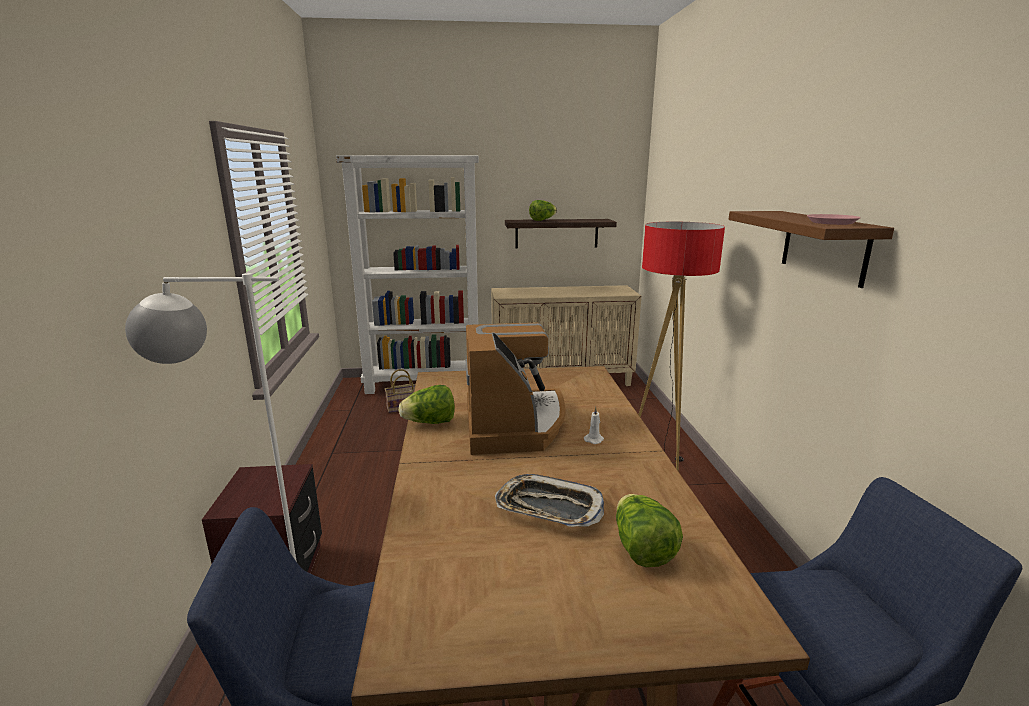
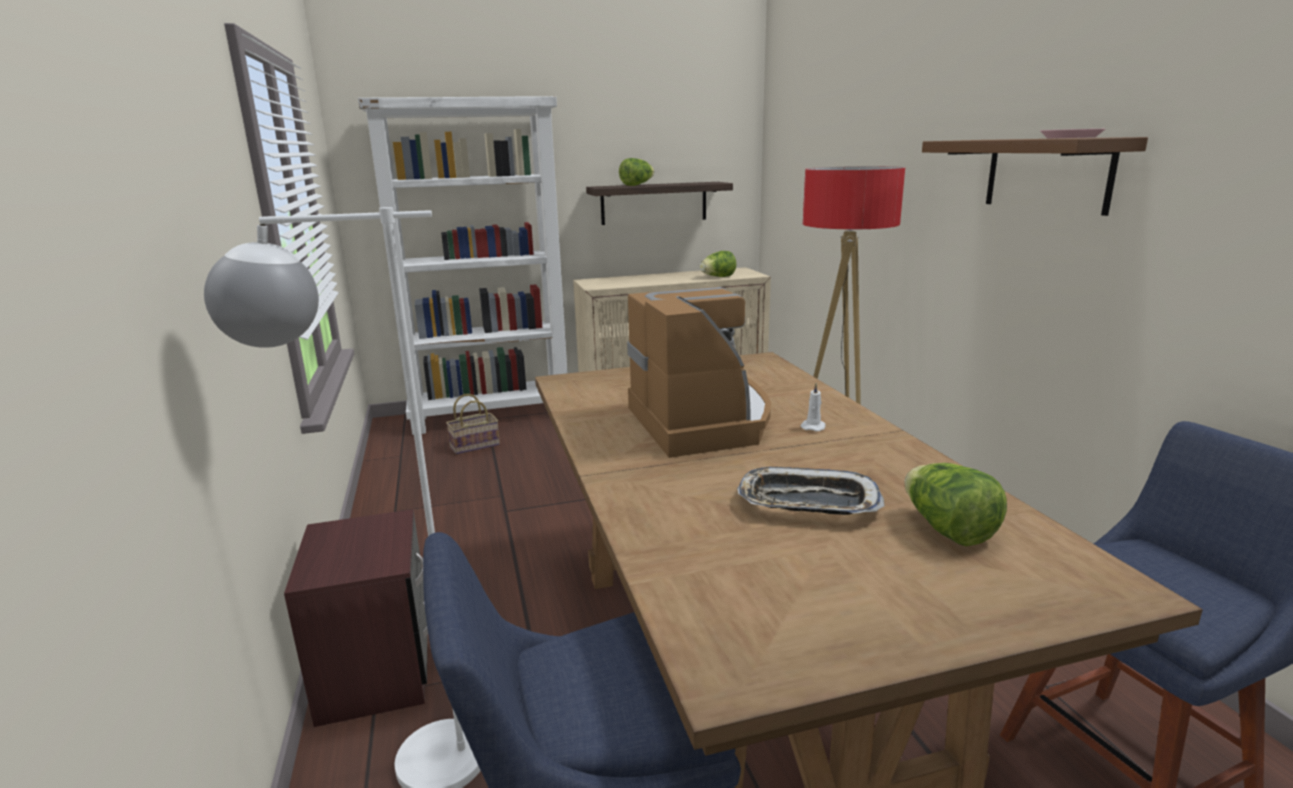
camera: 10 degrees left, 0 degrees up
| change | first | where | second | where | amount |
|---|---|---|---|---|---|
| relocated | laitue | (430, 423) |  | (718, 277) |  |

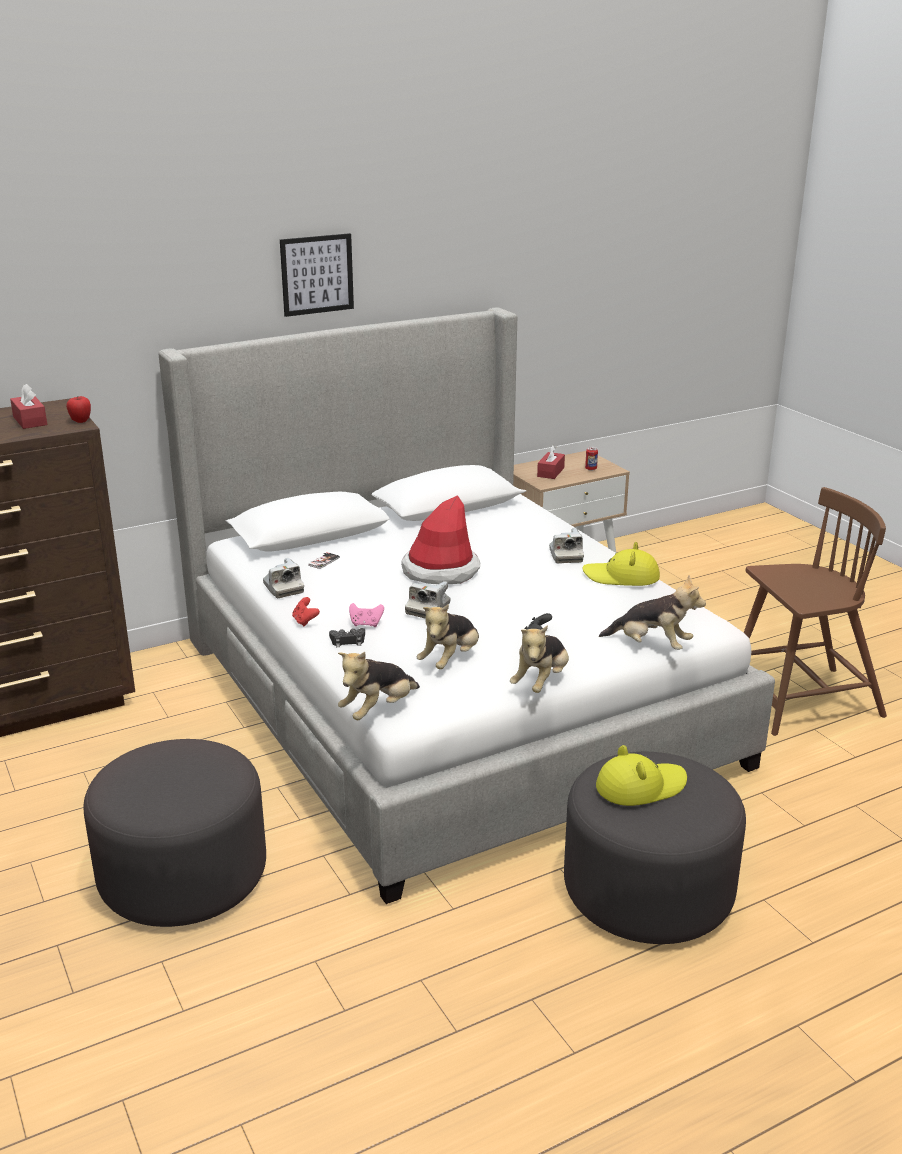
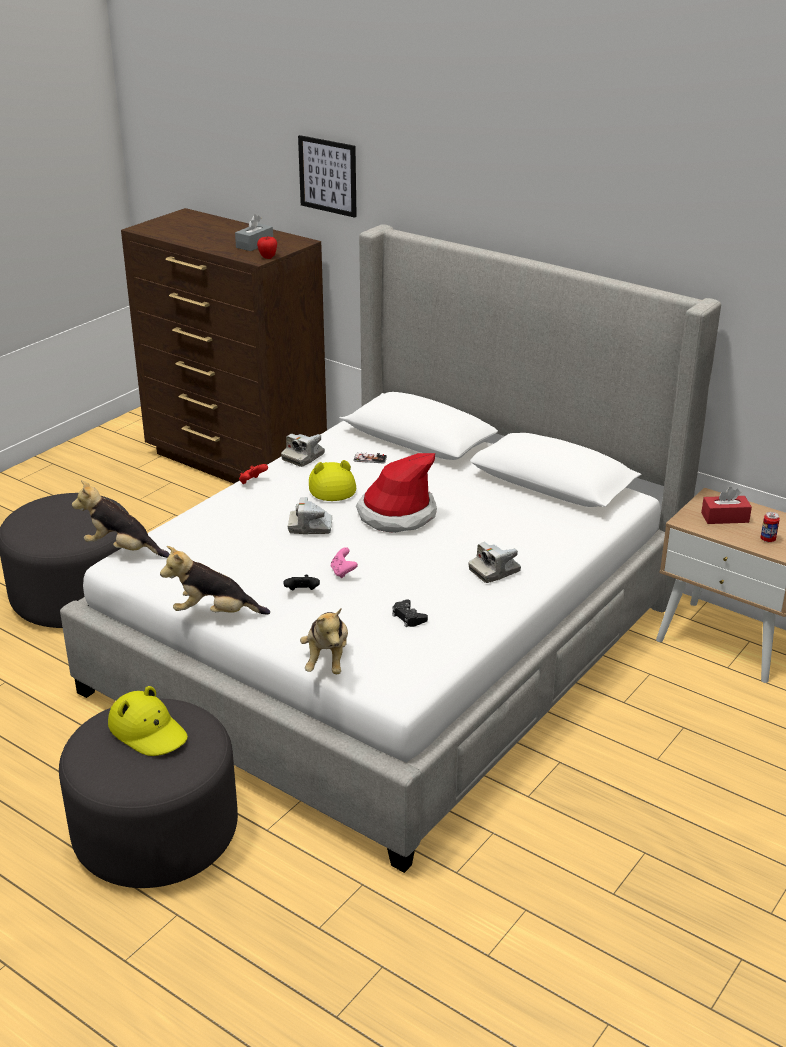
camera: 65 degrees right, 5 degrees up
| change | first | where | second | where | amount |
|---|---|---|---|---|---|
| relocated | tableau | (317, 274) |  | (328, 176) |  |
| colour | boîte à mouchoirs/rouge | (30, 421) | boîte à mouchoirs/gris | (254, 244) |  |
| missing | chaise/marron | (801, 701) |  |  |  |
| relocated | chapeau/jaune | (621, 577) |  | (331, 486) |  |
| relocated | manette/rose | (366, 624) |  | (343, 572) |  |
| missing | peluche | (450, 660) |  |  |  |
| relocated | manette/noir | (348, 641) |  | (408, 617) |  |

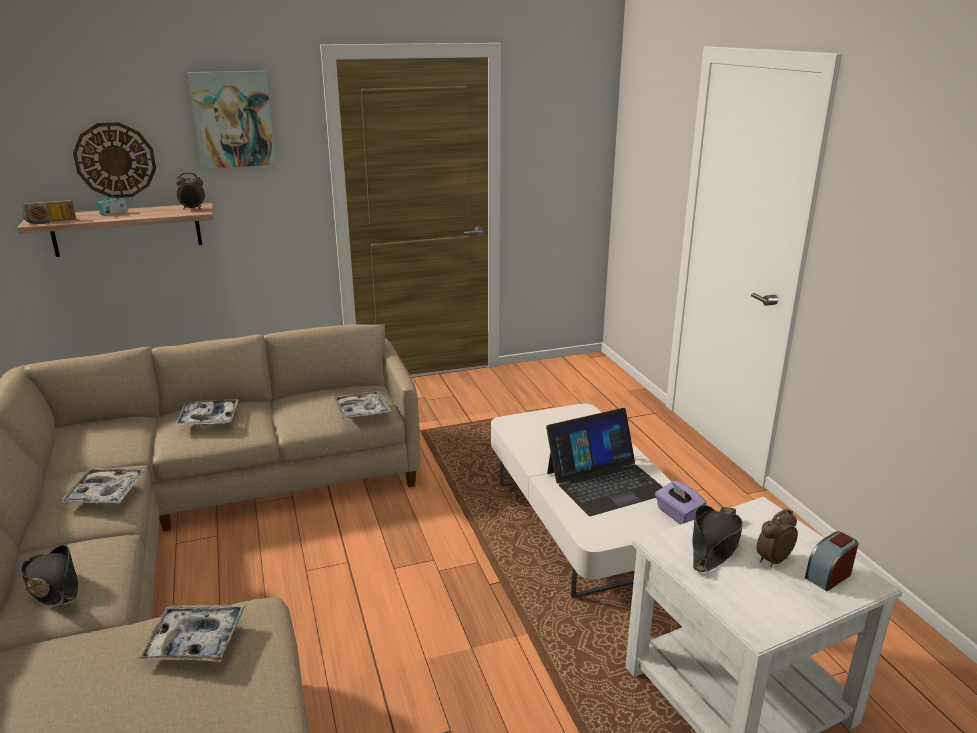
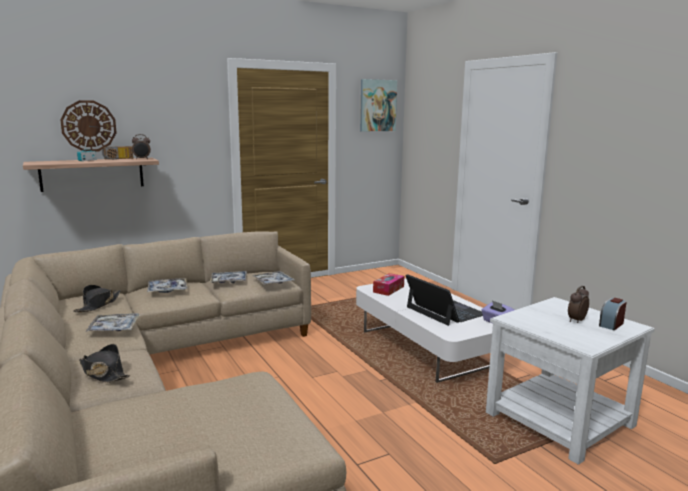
camera: 10 degrees left, 10 degrees down
| change | first | where | second | where | amount |
|---|---|---|---|---|---|
| relocated | tableau | (233, 119) |  | (377, 105) |  |
| relocated | radio | (50, 222) |  | (118, 159) |  |
| spun | ordinateur portable | (605, 482) |  | (445, 311) | 90 degrees counterclockwise |
| relocated | chapeau/noir | (714, 545) |  | (98, 305) |  |
| relocated | plateau | (195, 641) |  | (229, 281) |  |
| appeared |  |  | boîte à mouchoirs | (388, 289) |  |

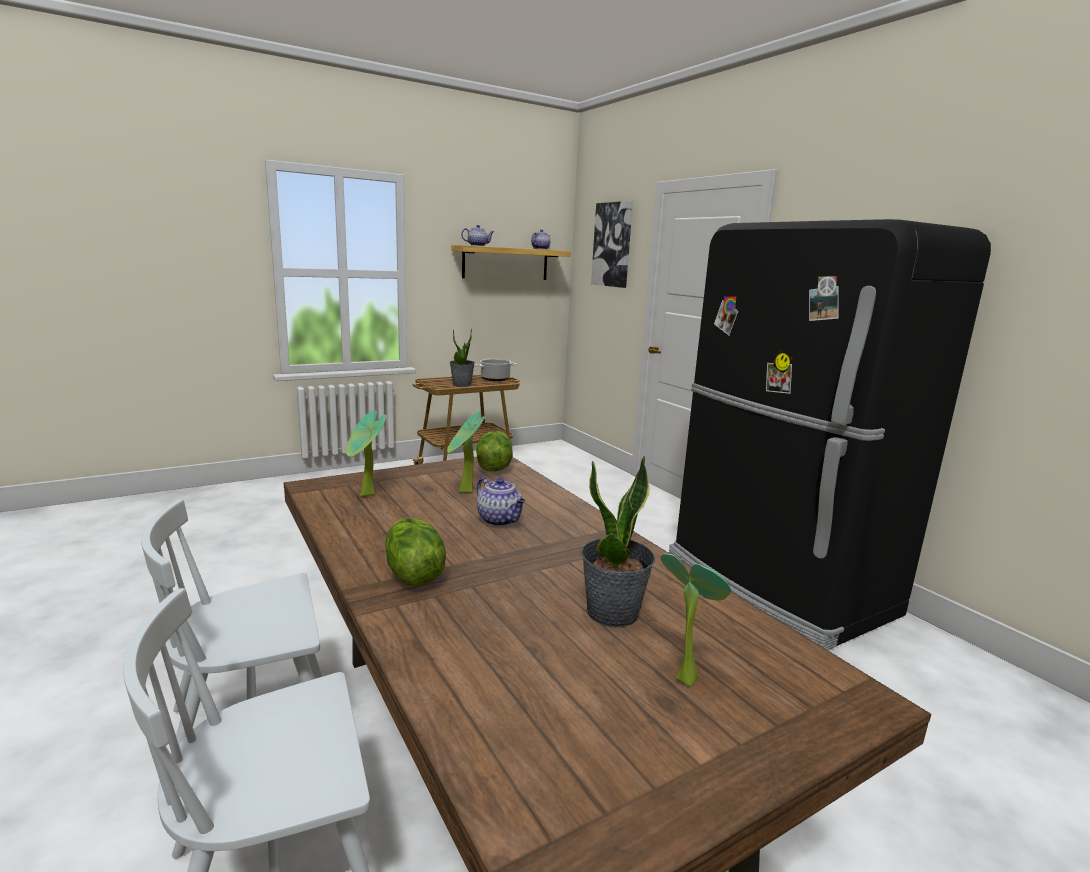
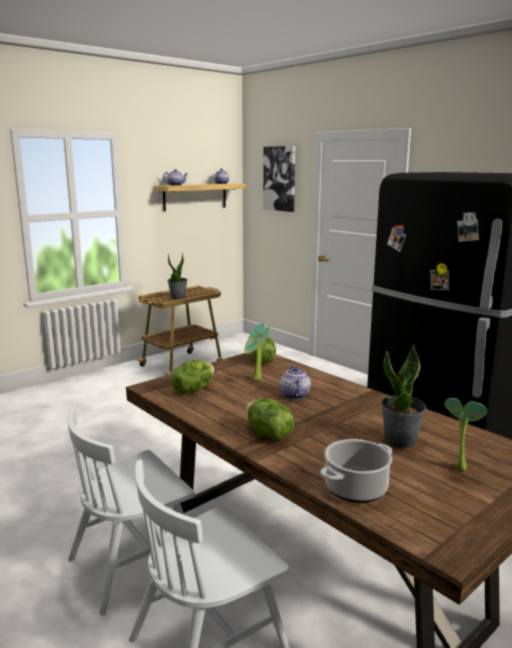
camera: 10 degrees left, 0 degrees up
| change | first | where | second | where | amount |
|---|---|---|---|---|---|
| relocated | marmite | (495, 379) |  | (355, 489) |  |
| exchanged | plante en pot | (366, 496) | laitue | (193, 389) |  |
| spun | théière | (500, 520) |  | (294, 395) | 135 degrees counterclockwise |

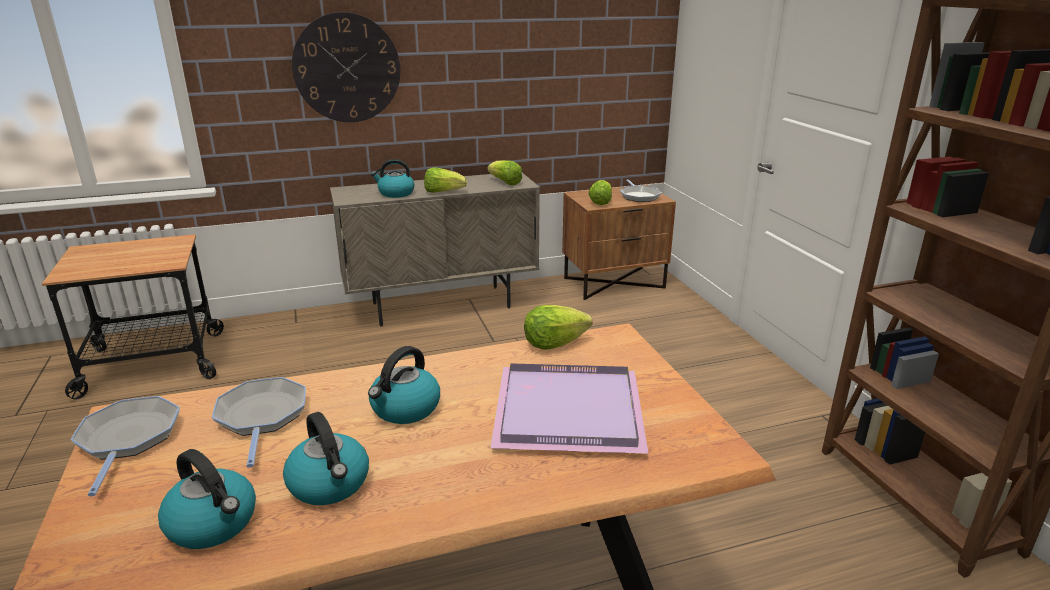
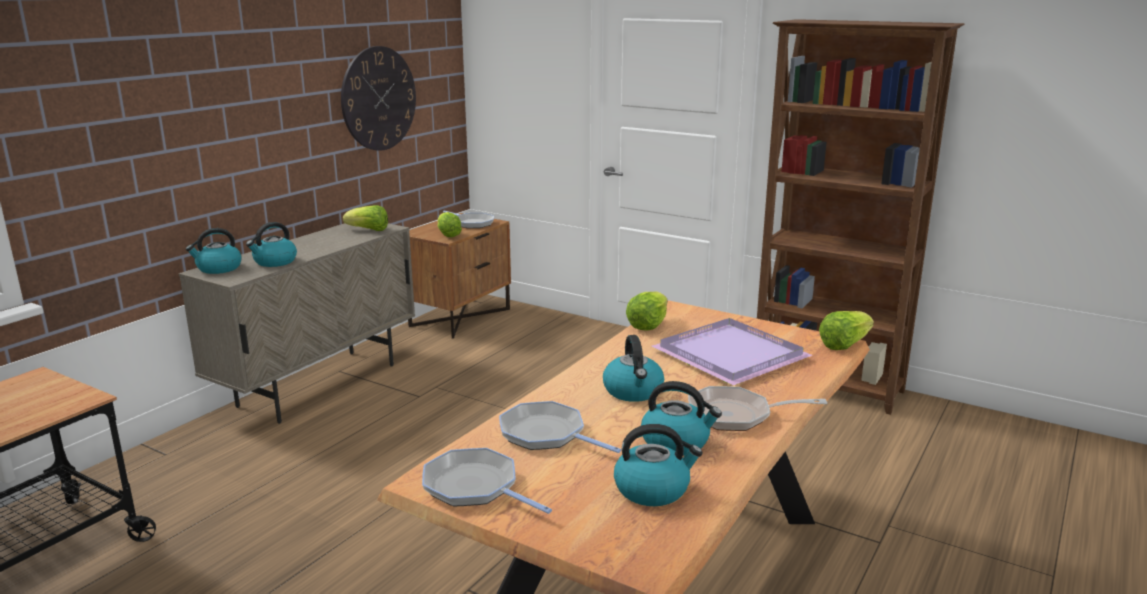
camera: 40 degrees left, 5 degrees down
| change | first | where | second | where | amount |
|---|---|---|---|---|---|
| relocated | horloge murale | (347, 68) |  | (378, 98) |  |
| relocated | laitue | (443, 192) |  | (844, 345) |  |
| appeared |  |  | bouilloire | (218, 268) |  |
| appeared |  |  | poêle | (736, 415) |  |

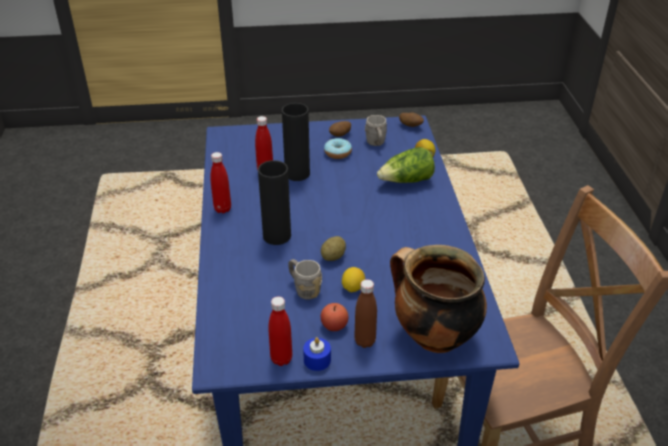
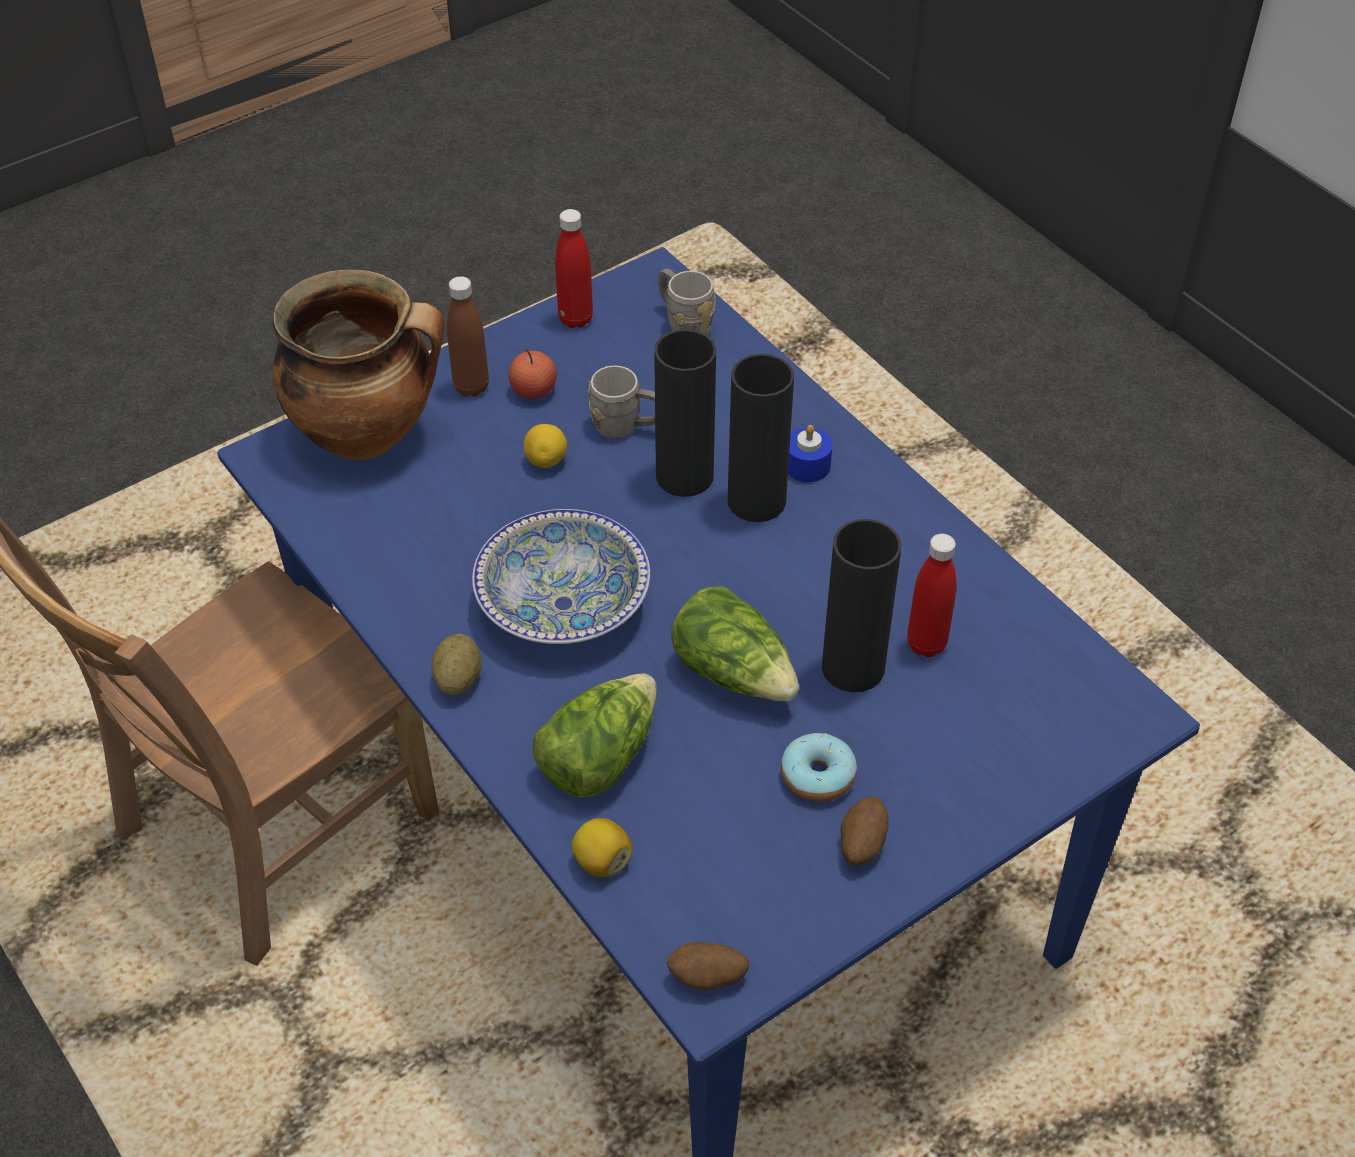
camera: 150 degrees right, 10 degrees up
| change | first | where | second | where | amount |
|---|---|---|---|---|---|
| relocated | mug/gris | (376, 144) |  | (683, 323) |  |
| missing | bouteille/rouge | (222, 209) |  |  |  |
| relocated | pomme de terre | (333, 257) |  | (458, 679) |  |
| relocated | bougie/bleu | (317, 360) |  | (807, 465) |  |
| appeared |  |  | vase/noir | (684, 476) |  |
| appeared |  |  | bol | (564, 605) |  |
| appeared |  |  | laitue | (734, 672) |  |

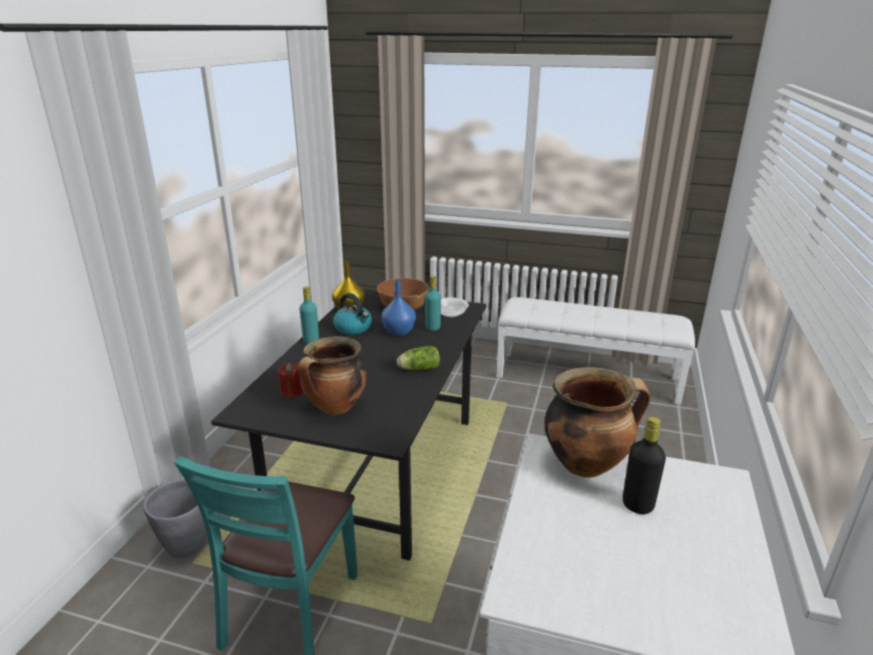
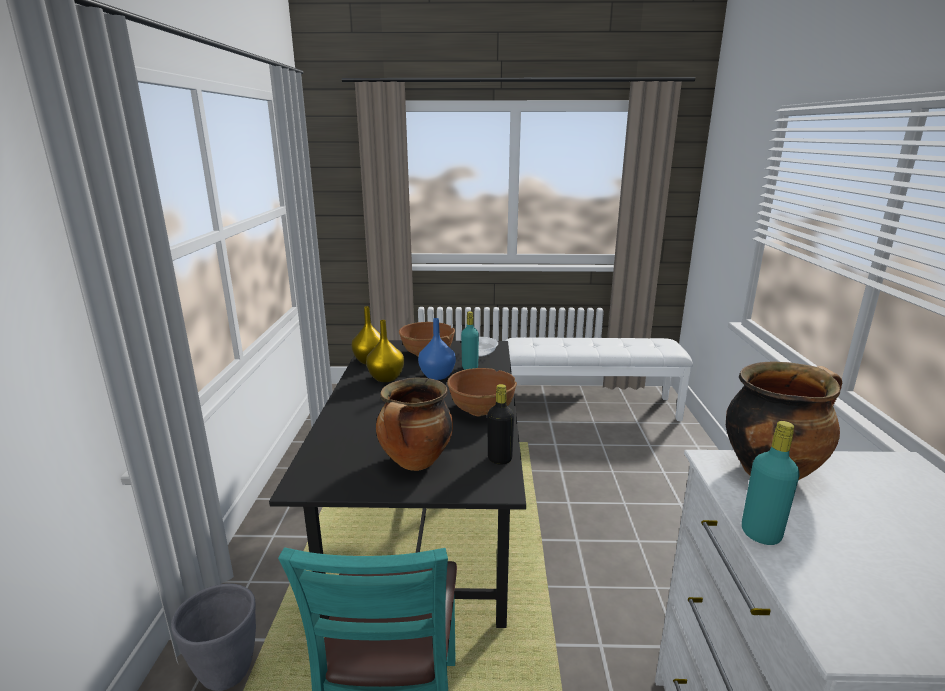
camera: 15 degrees left, 5 degrees down
| change | first | where | second | where | amount |
|---|---|---|---|---|---|
| relocated | bouteille/turquoise | (311, 340) |  | (760, 534) |  |
| exchanged | bouilloire | (353, 328) | vase/jaune | (386, 378) |  |
| exchanged | laitue | (418, 369) | bol/marron | (481, 409) |  |
| missing | bougie/rouge | (292, 392) |  |  |  |
| relocated | bouteille/noir | (637, 505) |  | (499, 459) |  |

